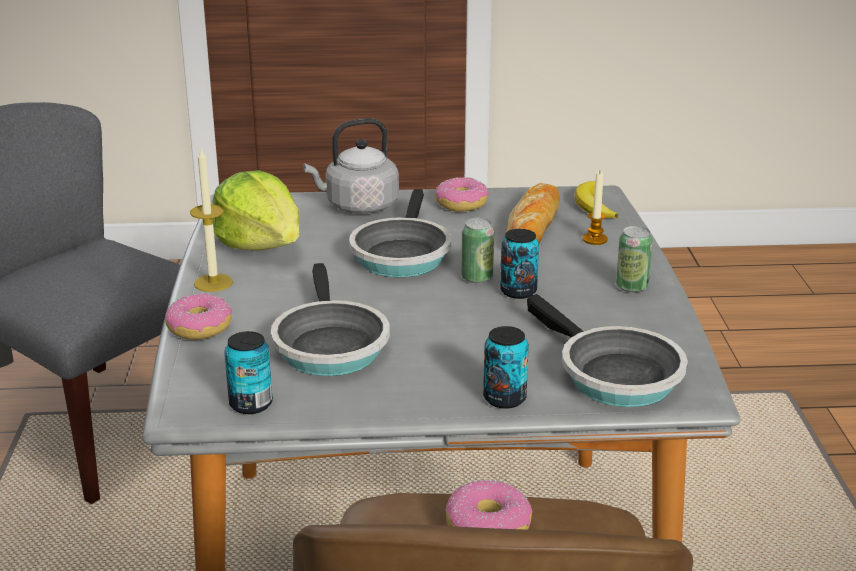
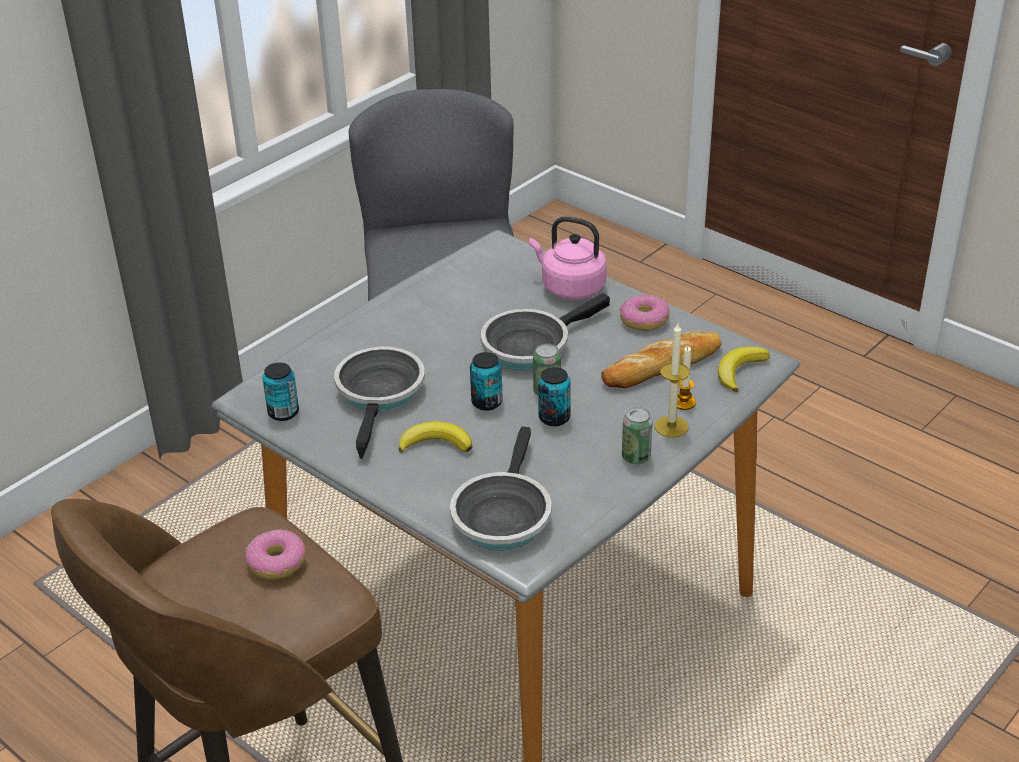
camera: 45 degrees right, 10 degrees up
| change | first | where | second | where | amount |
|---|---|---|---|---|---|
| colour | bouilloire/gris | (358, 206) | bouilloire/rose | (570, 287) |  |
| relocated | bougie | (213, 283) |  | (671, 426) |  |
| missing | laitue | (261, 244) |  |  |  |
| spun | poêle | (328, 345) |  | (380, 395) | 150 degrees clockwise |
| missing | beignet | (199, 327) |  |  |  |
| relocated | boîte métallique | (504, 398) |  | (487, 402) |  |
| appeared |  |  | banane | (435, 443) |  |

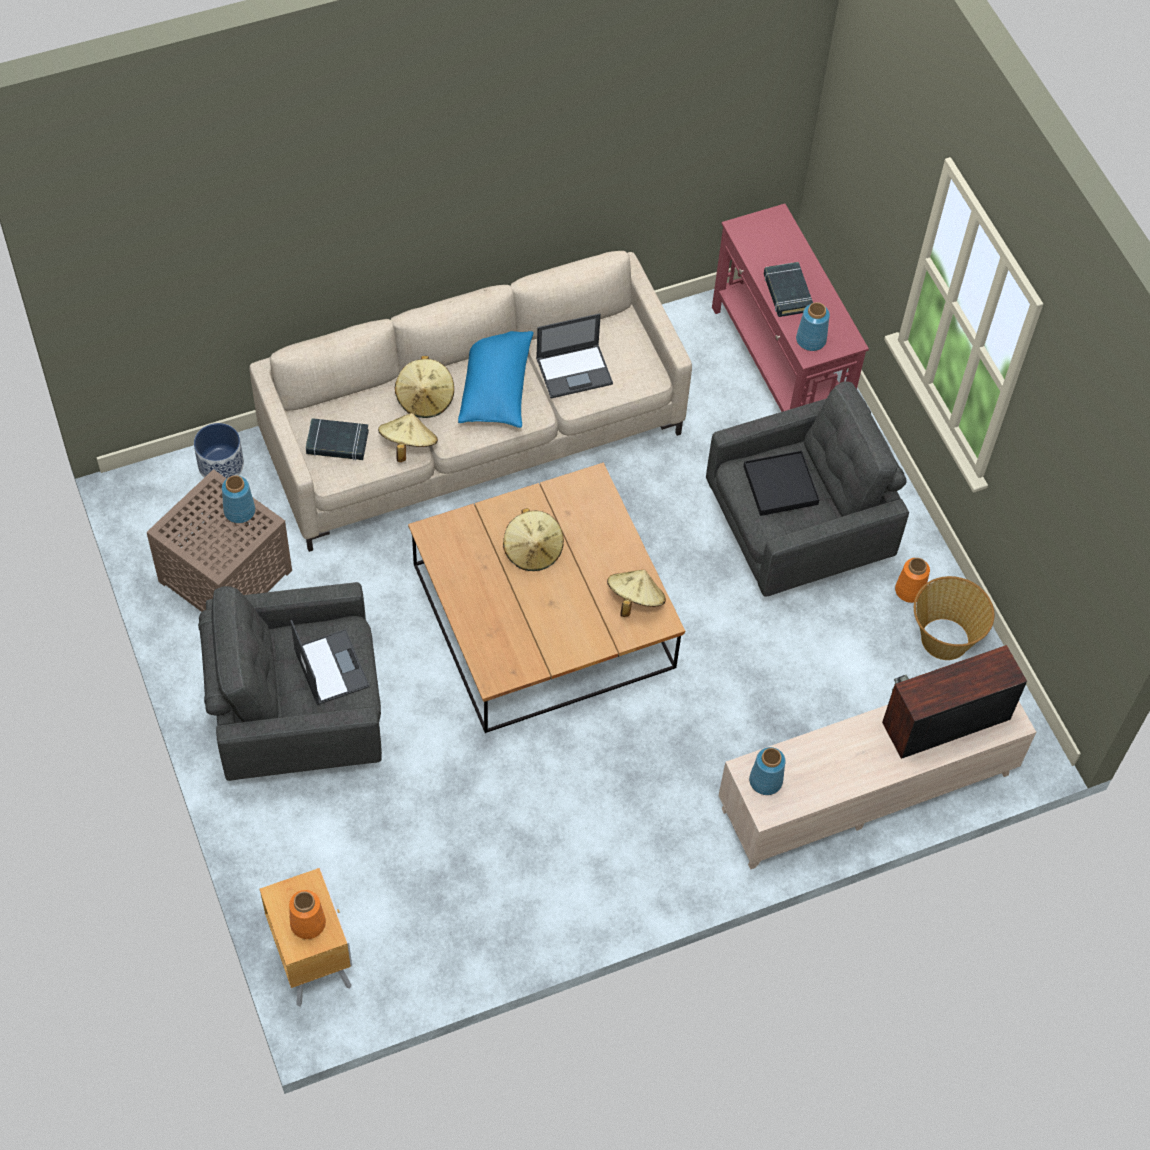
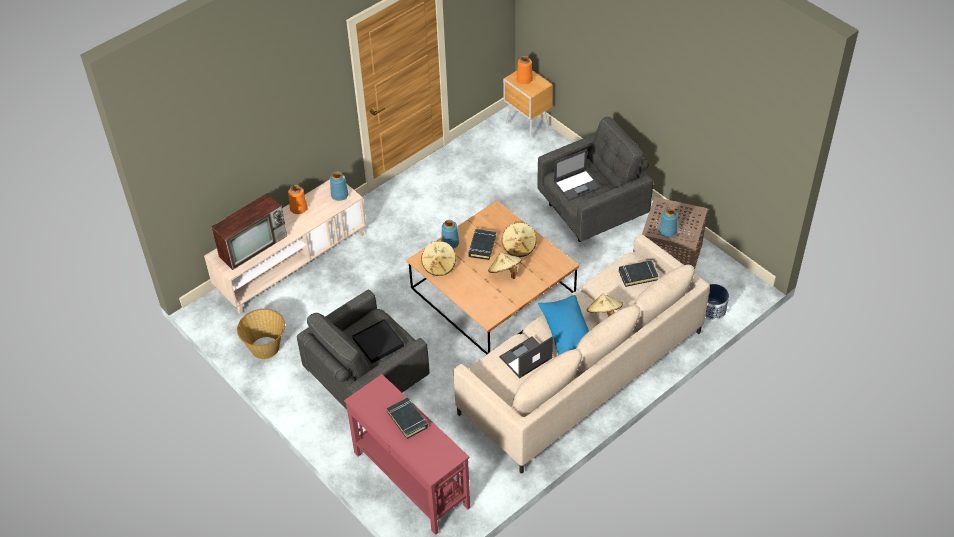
camera: 165 degrees right, 10 degrees down
| change | first | where | second | where | amount |
|---|---|---|---|---|---|
| relocated | vase/bleu | (810, 340) |  | (450, 243) |  |
| relocated | chapeau/beige | (407, 445) |  | (519, 247) |  |
| relocated | vase/orange | (909, 590) |  | (299, 208) |  |
| spun | ordinateur portable | (330, 667) |  | (577, 185) | 75 degrees counterclockwise |
| appeared |  |  | livre/noir | (482, 246) |  |

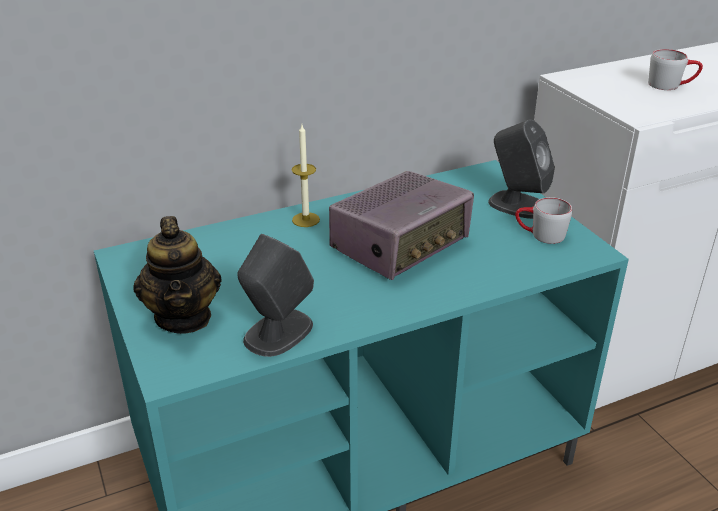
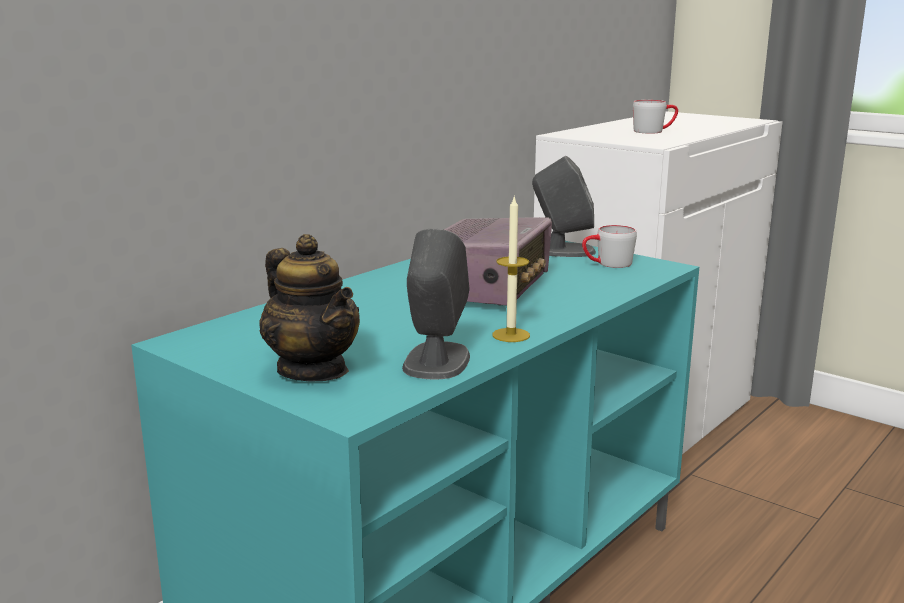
camera: 25 degrees left, 15 degrees down
| change | first | where | second | where | amount |
|---|---|---|---|---|---|
| relocated | bougie | (306, 220) |  | (511, 335) |  |

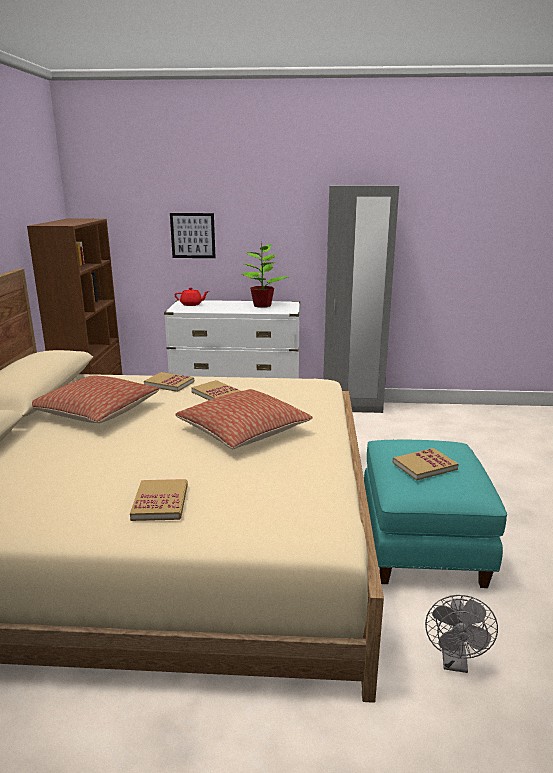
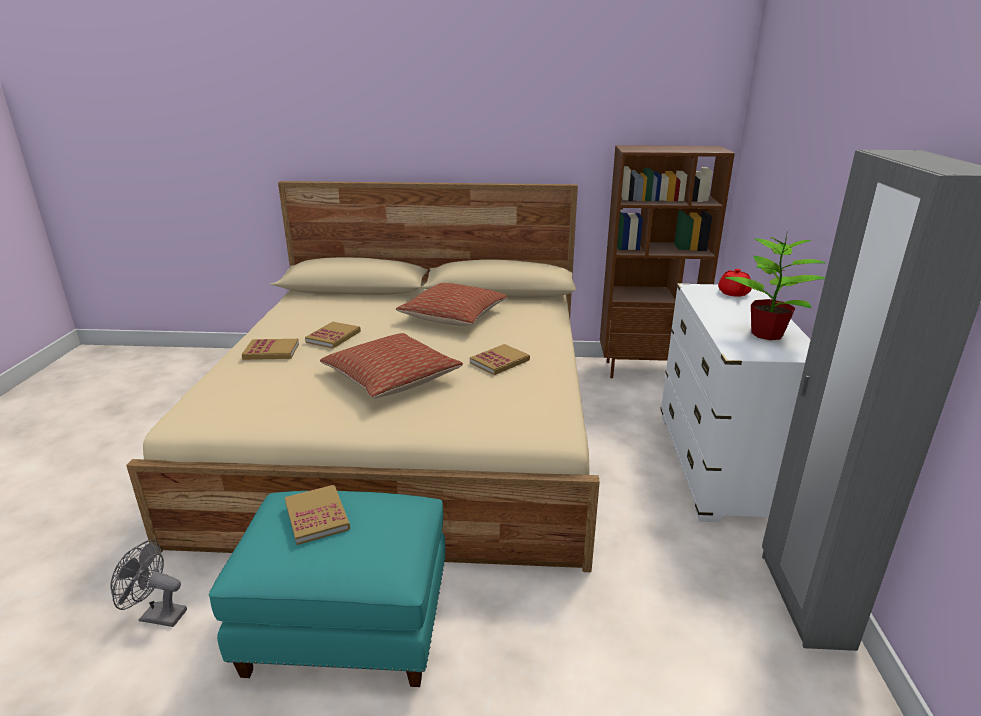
camera: 90 degrees right, 5 degrees up
| change | first | where | second | where | amount |
|---|---|---|---|---|---|
| missing | tableau | (193, 235) |  |  |  |
| relocated | livre | (169, 383) |  | (333, 337) |  |

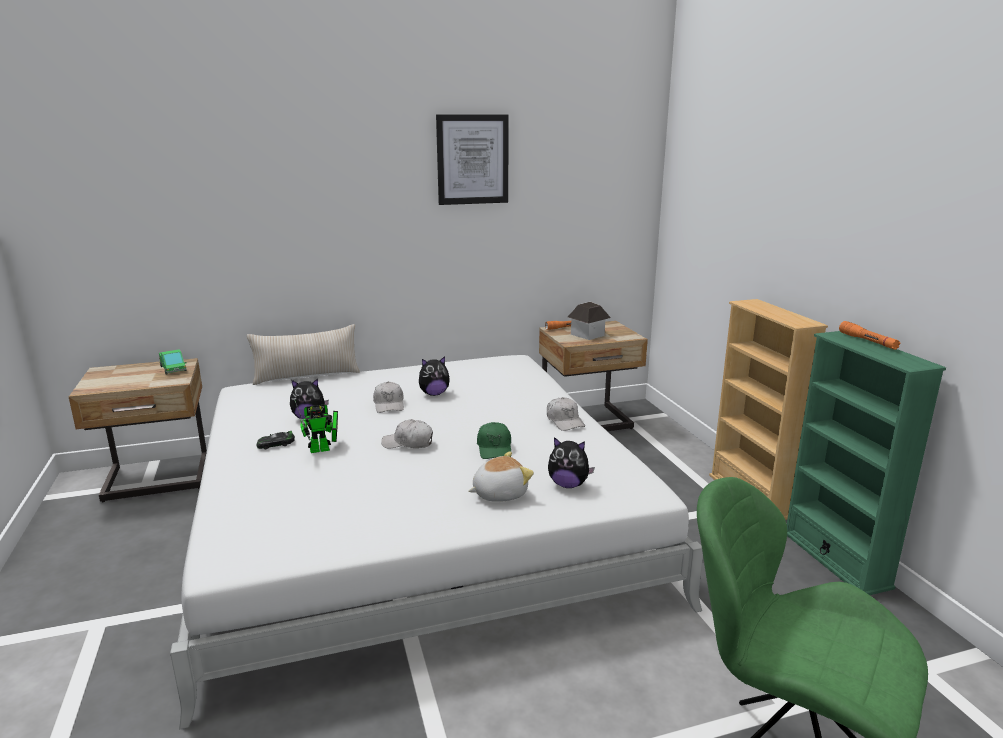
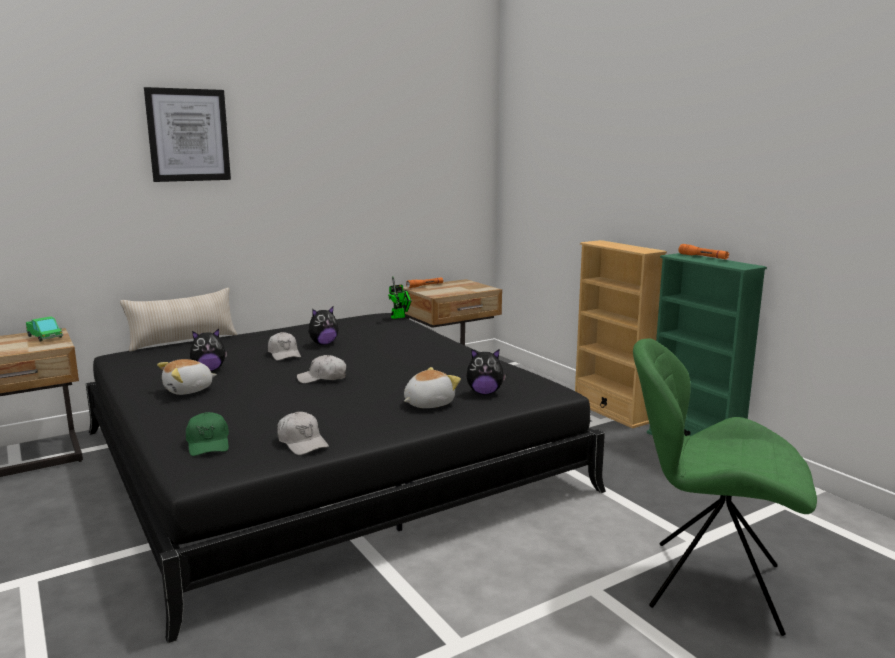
camera: 15 degrees left, 5 degrees down
| change | first | where | second | where | amount |
|---|---|---|---|---|---|
| relocated | tableau | (472, 159) |  | (188, 135) |  |
| missing | maison miniature | (588, 334) |  |  |  |
| colour | lit/blanc | (415, 519) | lit/noir | (323, 460) |  |
| relocated | casquette/blanc | (565, 421) |  | (302, 442) |  |
| relocated | robot jouet | (323, 449) |  | (400, 317) |  |
| relocated | casquette/vert | (494, 448) |  | (208, 443) |  |
| exchanged | petite voiture | (276, 444) | peluche | (189, 390) |  |

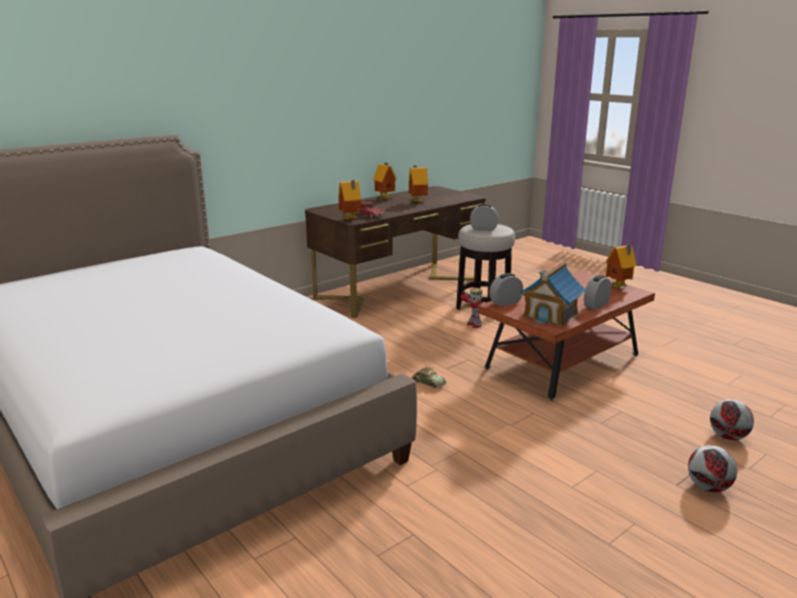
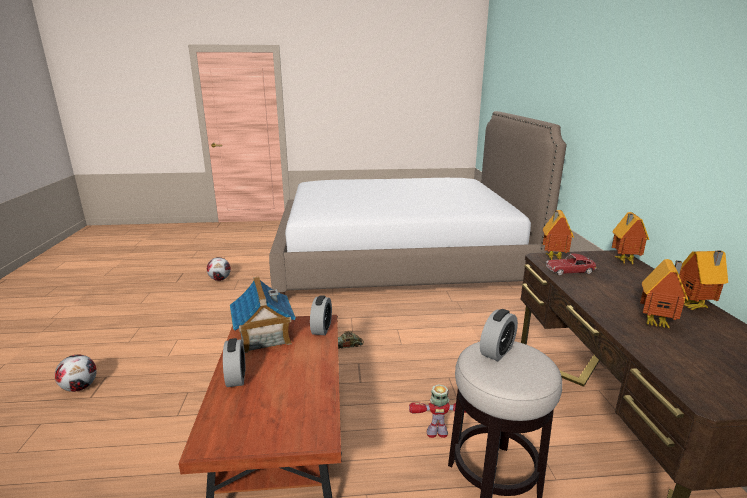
camera: 125 degrees right, 0 degrees up
| change | first | where | second | where | amount |
|---|---|---|---|---|---|
| relocated | maison miniature | (619, 286) |  | (623, 261) |  |
| relocated | ballon de foot | (727, 437) |  | (220, 279) |  |

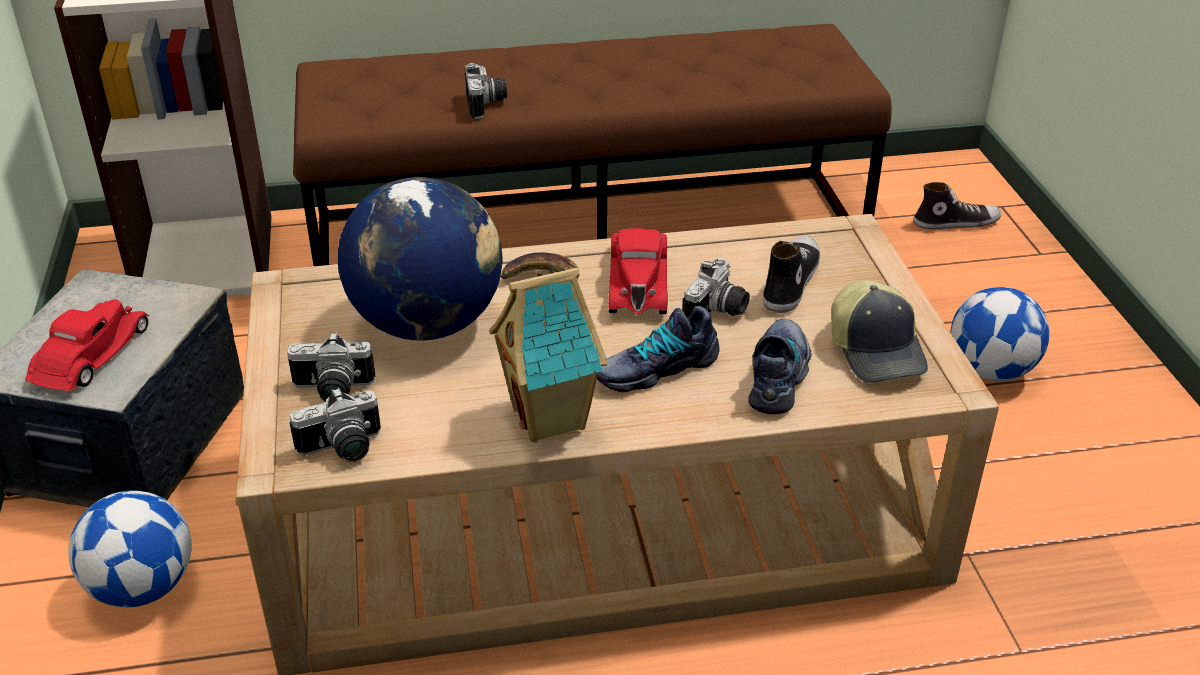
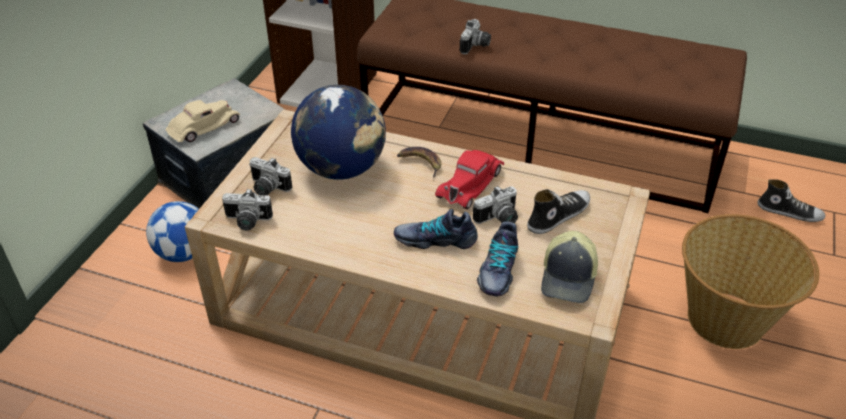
camera: 30 degrees right, 5 degrees up
| change | first | where | second | where | amount |
|---|---|---|---|---|---|
| missing | maison miniature | (552, 419) |  |  |  |
| exchanged | ballon de foot | (991, 370) | panier | (727, 319) |  |
| colour | petite voiture/rouge | (90, 356) | petite voiture/beige | (203, 126) |  |
| spun | chaussure | (779, 376) |  | (497, 270) | 150 degrees clockwise |

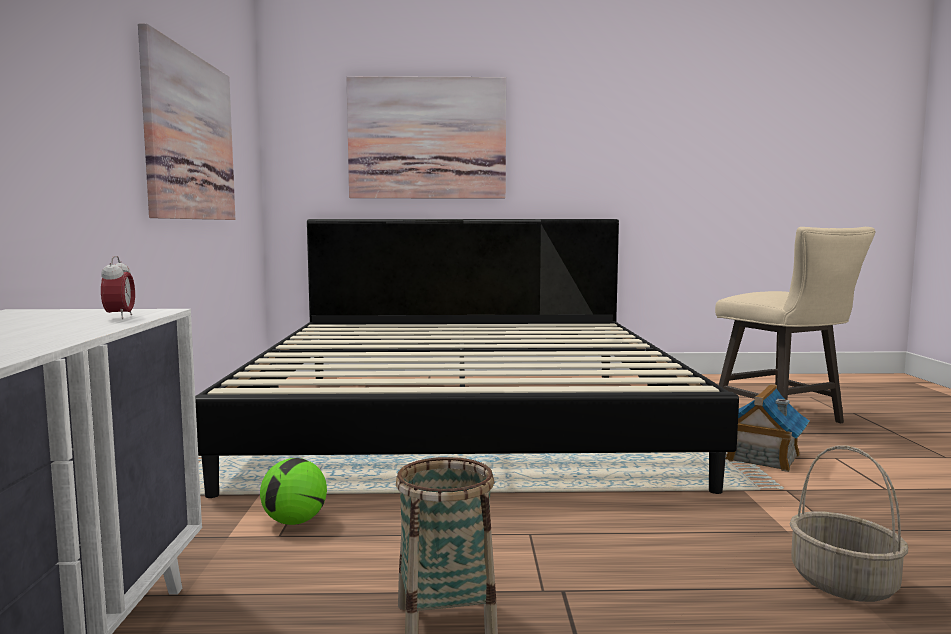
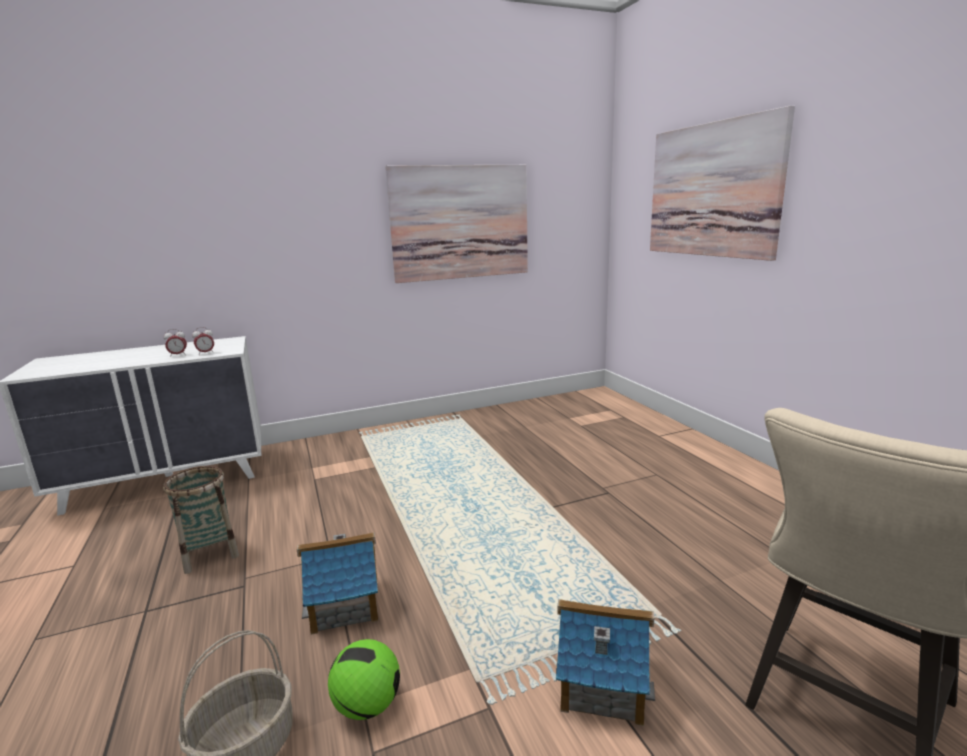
camera: 70 degrees right, 10 degrees up
| change | first | where | second | where | amount |
|---|---|---|---|---|---|
| missing | lit | (464, 419) |  |  |  |
| relocated | ballon de foot | (294, 522) |  | (367, 705) |  |
| appeared |  |  | réveil | (178, 355) |  |
| appeared |  |  | maison miniature | (345, 605) |  |

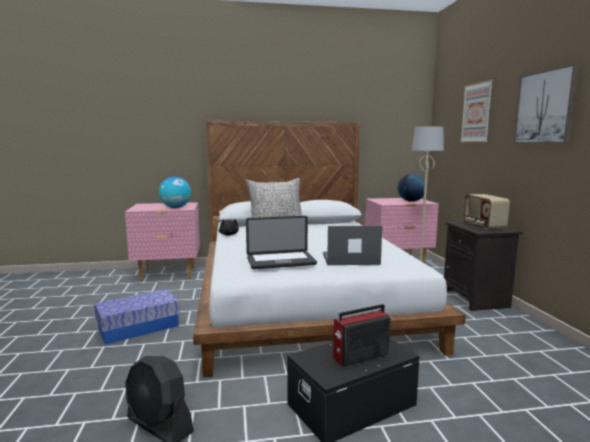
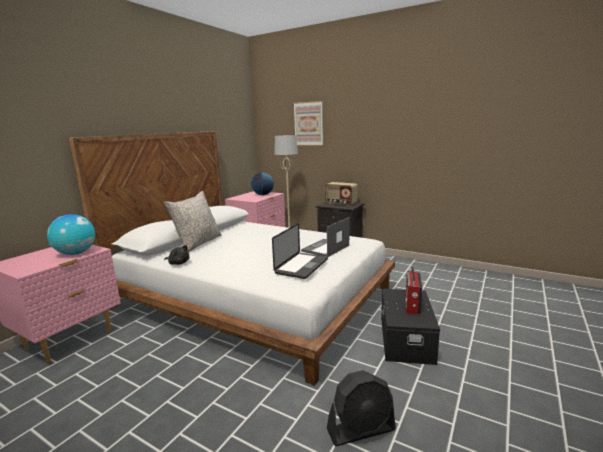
camera: 50 degrees left, 5 degrees up
| change | first | where | second | where | amount |
|---|---|---|---|---|---|
| missing | tableau | (545, 107) |  |  |  |
| missing | boîte de rangement | (139, 327) |  |  |  |

